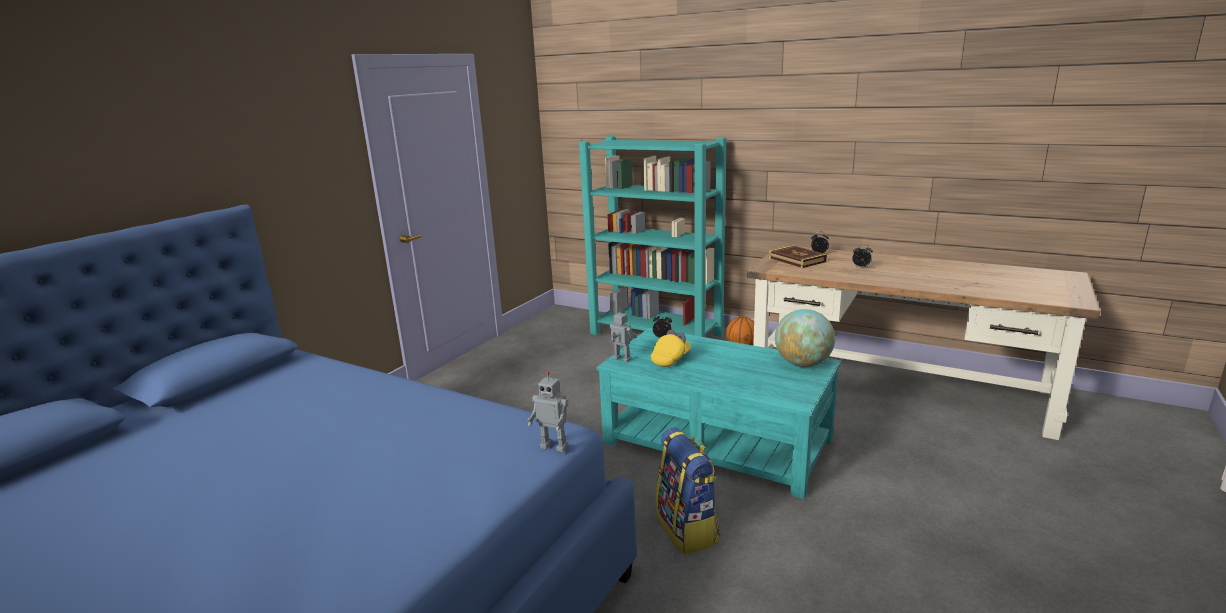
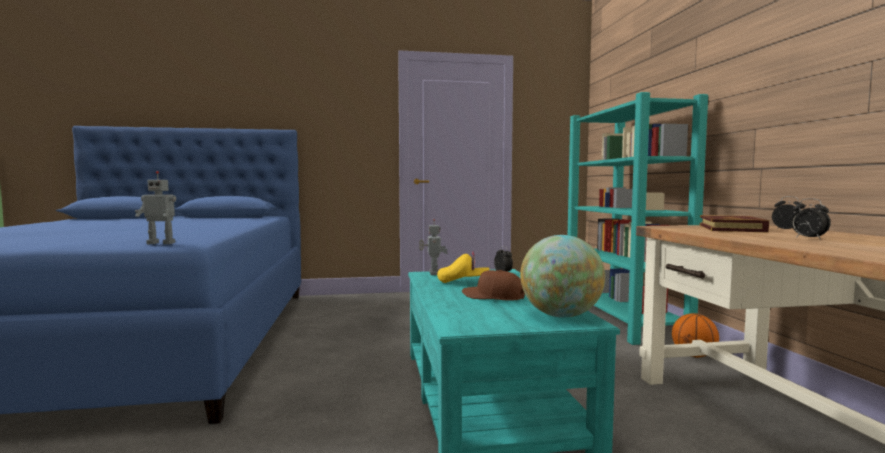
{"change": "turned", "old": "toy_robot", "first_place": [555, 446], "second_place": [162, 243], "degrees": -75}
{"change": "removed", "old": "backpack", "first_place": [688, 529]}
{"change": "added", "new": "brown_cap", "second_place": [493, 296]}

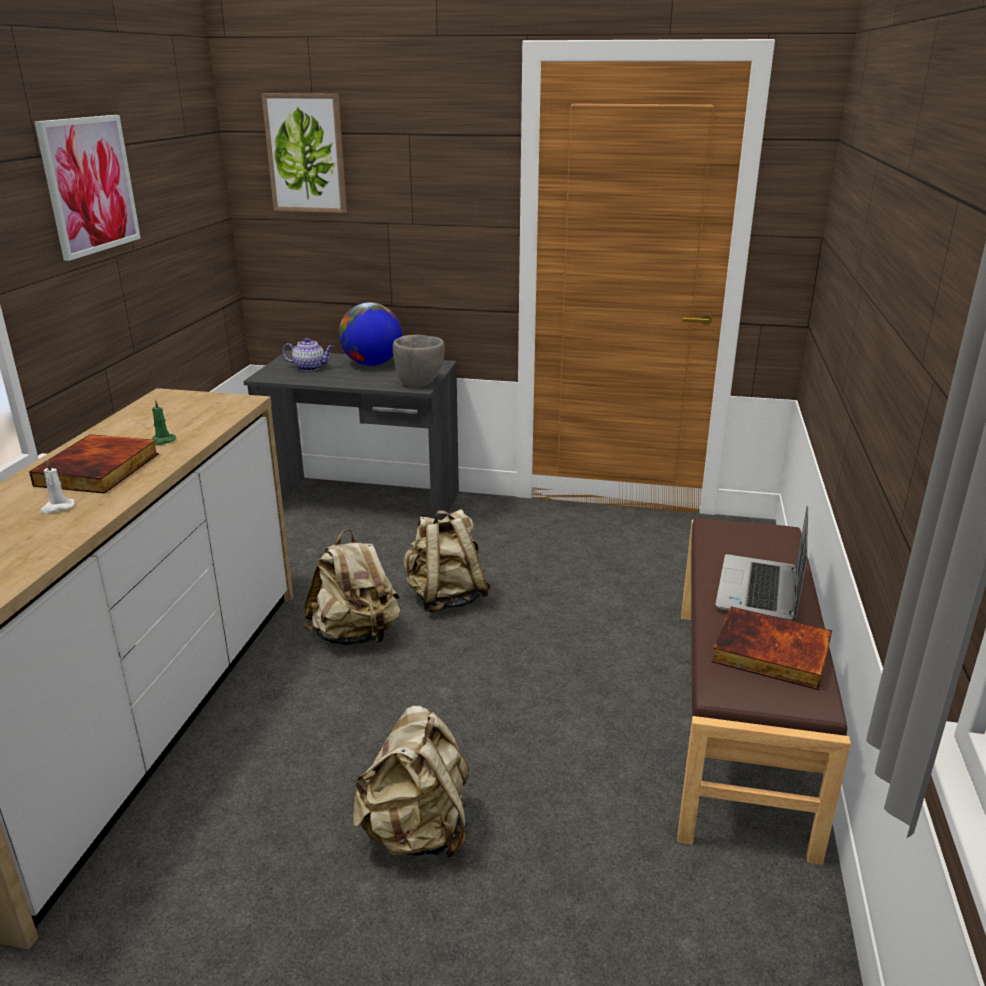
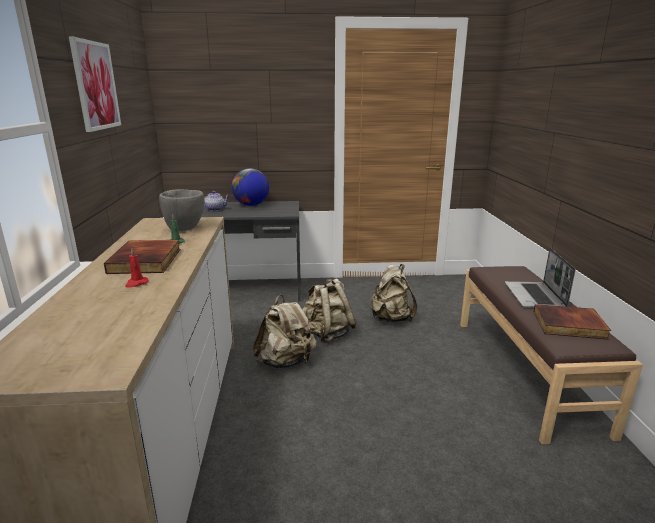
{"change": "removed", "old": "picture", "first_place": [306, 153]}
{"change": "moved", "old": "grey_bowl", "first_place": [419, 383], "second_place": [185, 228]}
{"change": "recoloured", "old": "white_candle", "new": "red_candle", "first_place": [57, 507], "second_place": [136, 283]}
{"change": "moved", "old": "beige_backpack", "first_place": [417, 833], "second_place": [391, 319]}

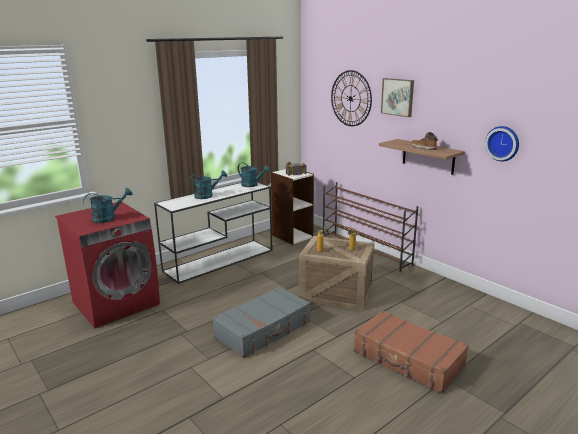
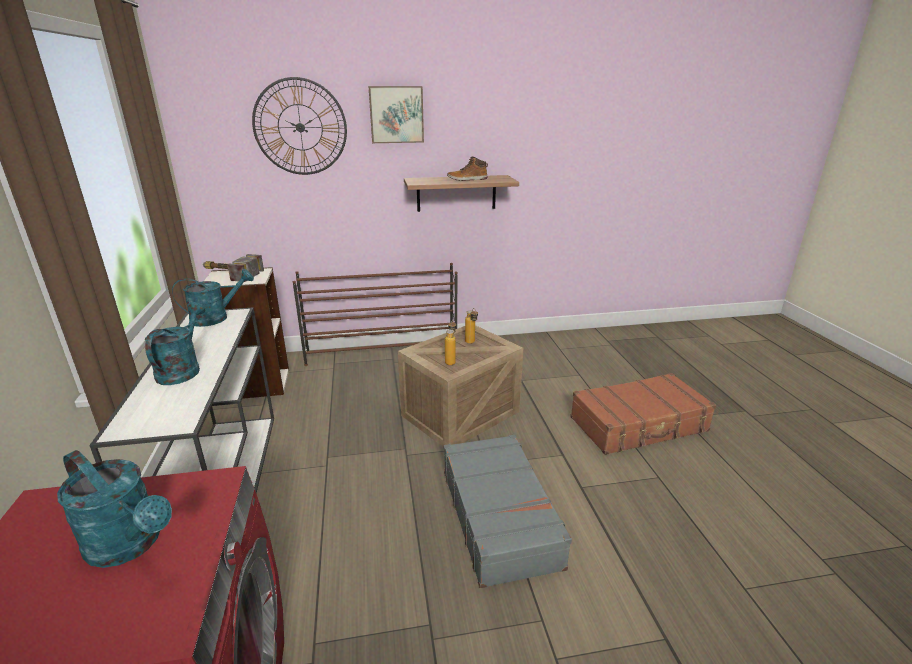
{"change": "removed", "old": "wall_clock", "first_place": [503, 143]}
{"change": "turned", "old": "turquoise_watering_can", "first_place": [108, 218], "second_place": [131, 545], "degrees": 120}

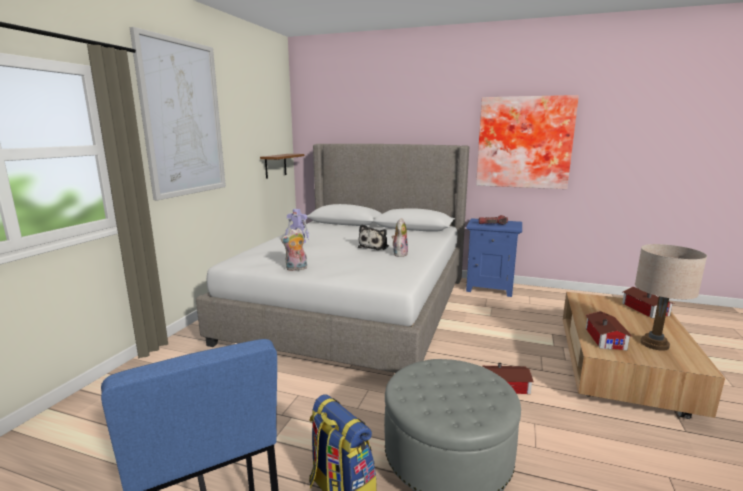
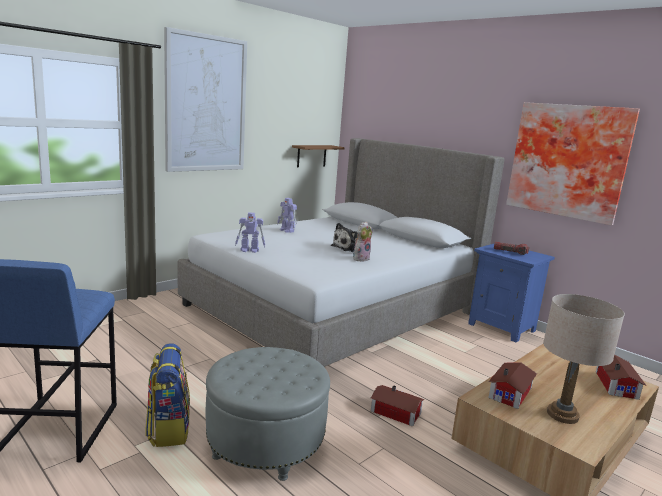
{"change": "replaced", "old": "plush_toy", "new": "toy_robot", "first_place": [296, 269], "second_place": [250, 250]}

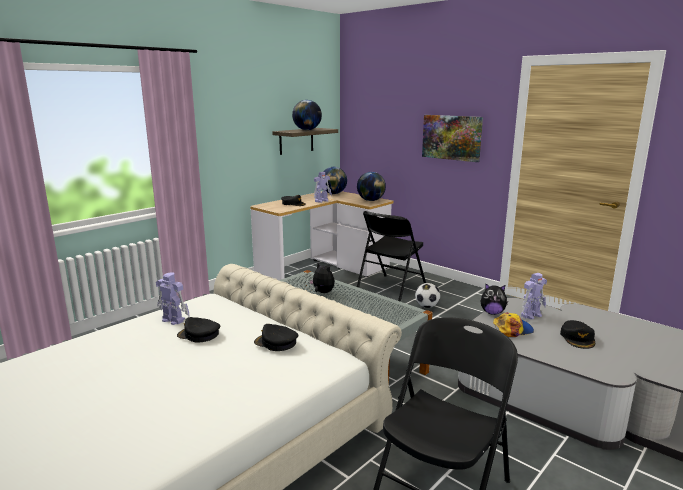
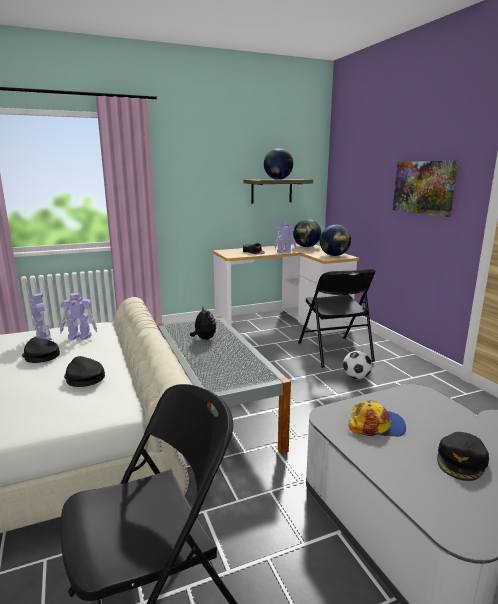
{"change": "turned", "old": "black_chair", "first_place": [391, 289], "second_place": [334, 352], "degrees": -75}
{"change": "moved", "old": "toy_robot", "first_place": [531, 315], "second_place": [80, 337]}
{"change": "removed", "old": "plush_toy", "first_place": [492, 313]}

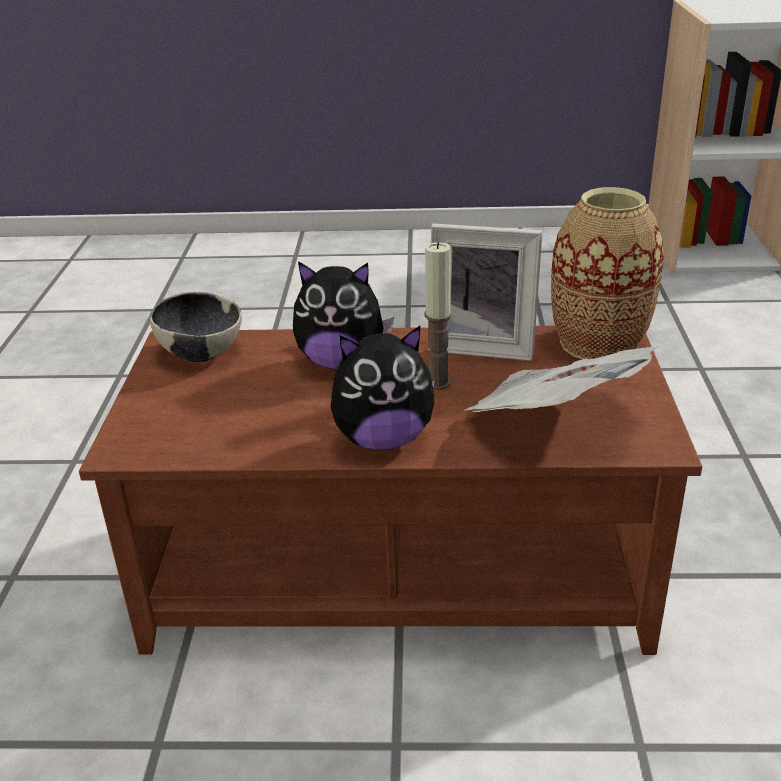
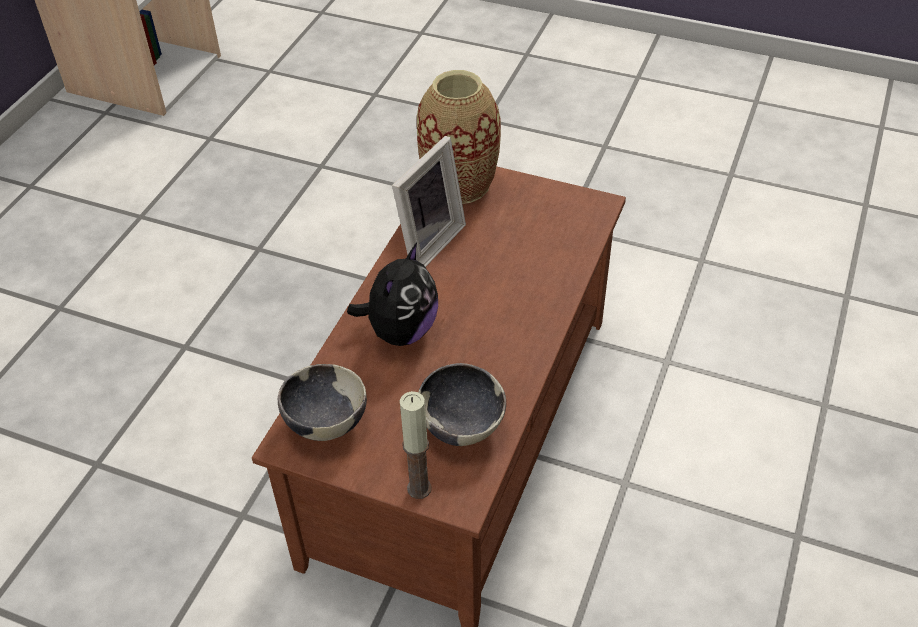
{"change": "moved", "old": "candle", "first_place": [438, 382], "second_place": [419, 488]}
{"change": "removed", "old": "plush_toy", "first_place": [383, 439]}
{"change": "removed", "old": "newspaper", "first_place": [554, 421]}
{"change": "added", "new": "bowl", "second_place": [462, 425]}

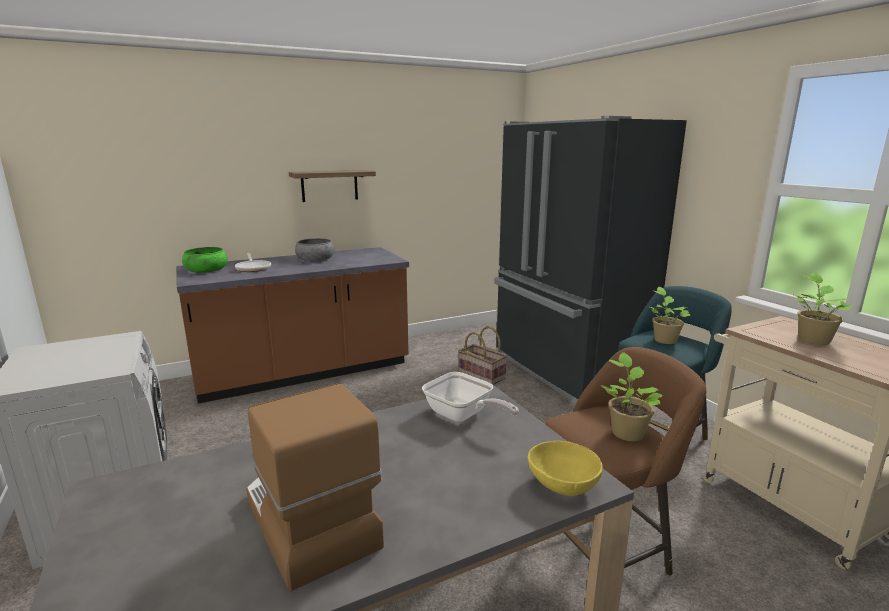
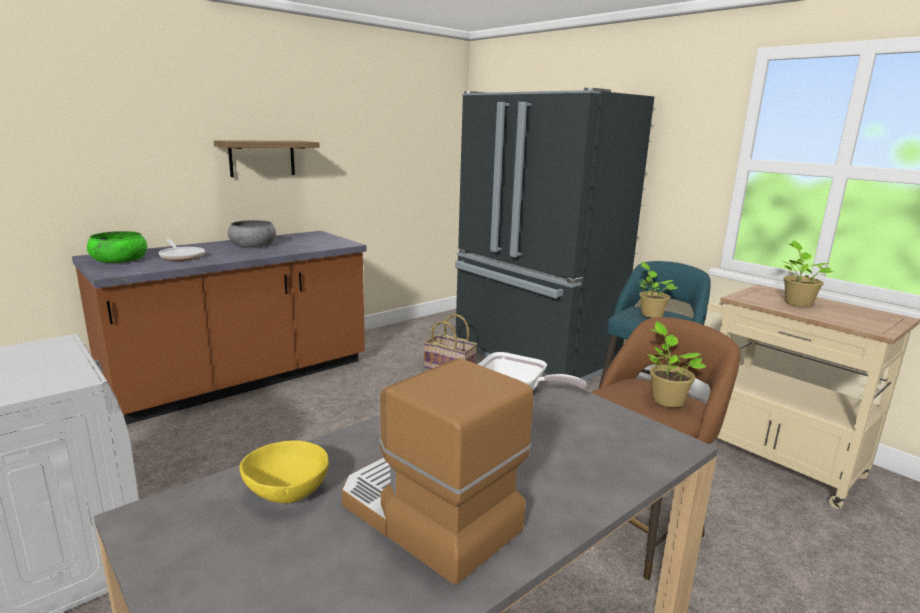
{"change": "moved", "old": "yellow_bowl", "first_place": [563, 486], "second_place": [288, 493]}

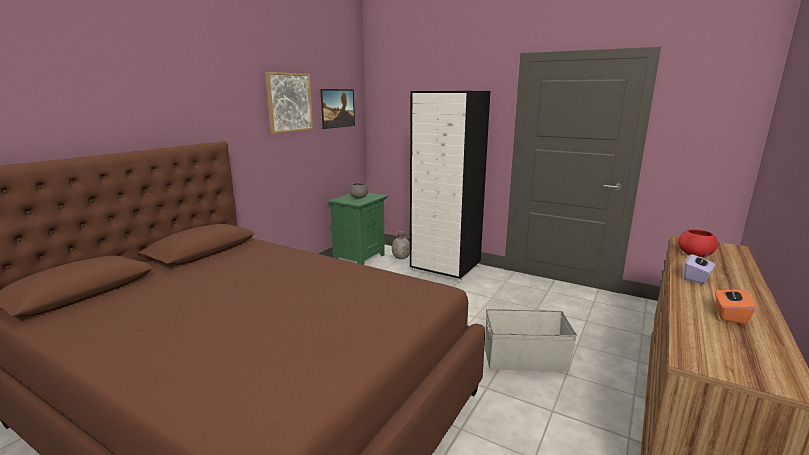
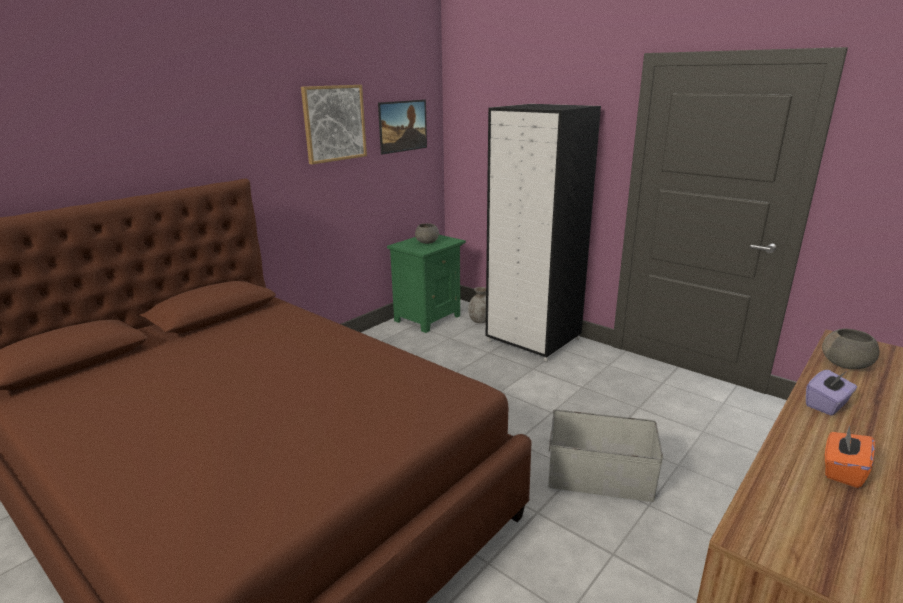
{"change": "recoloured", "old": "red_bowl", "new": "grey_bowl", "first_place": [695, 254], "second_place": [846, 365]}

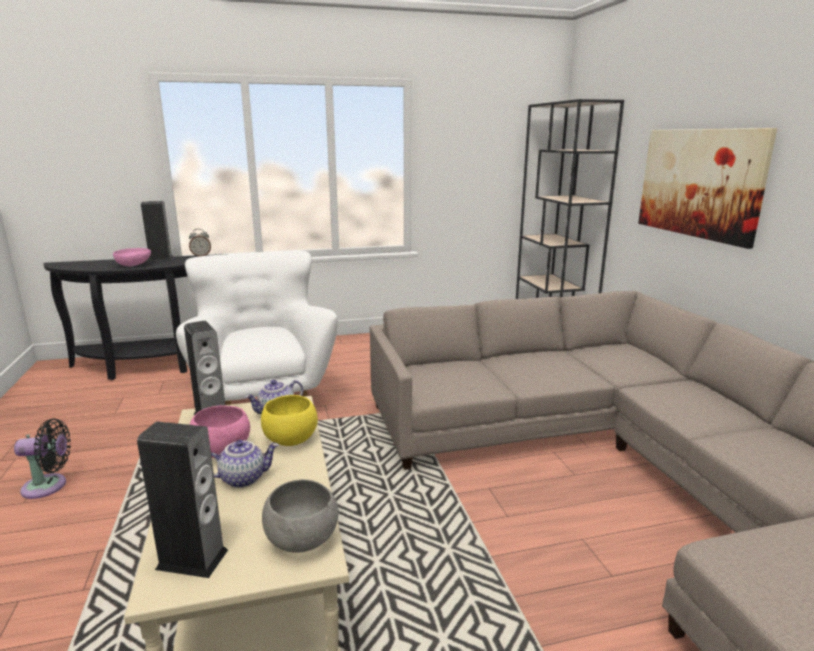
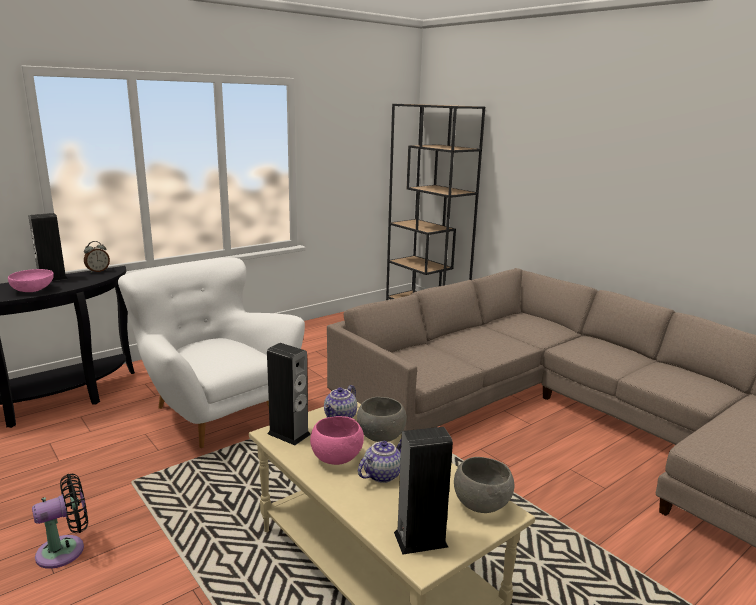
{"change": "removed", "old": "picture", "first_place": [699, 183]}
{"change": "recoloured", "old": "yellow_bowl", "new": "grey_bowl", "first_place": [290, 440], "second_place": [381, 437]}

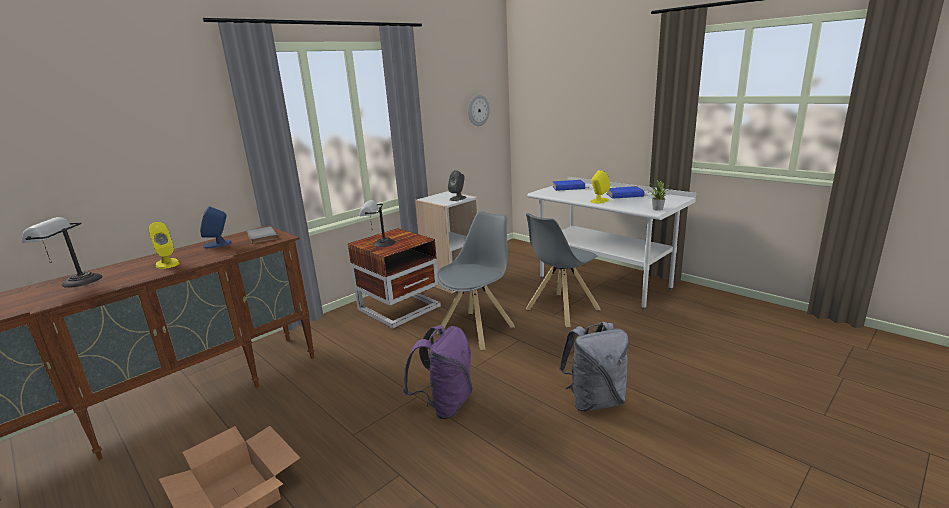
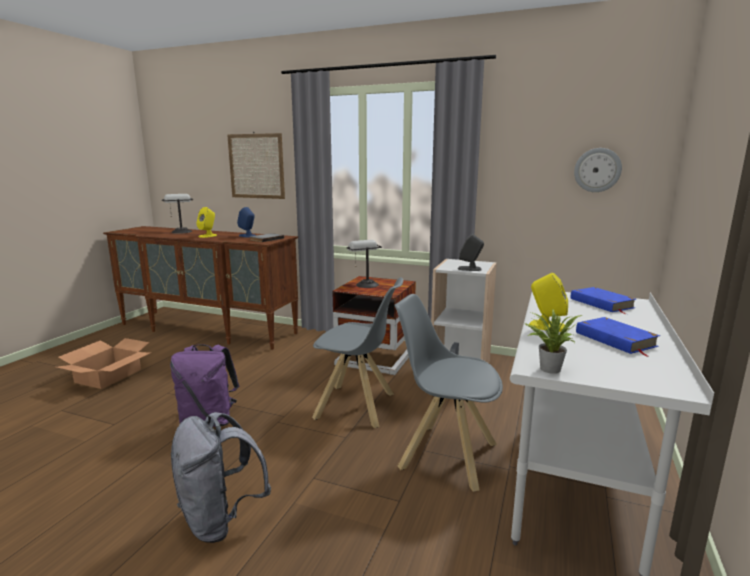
{"change": "added", "new": "picture", "second_place": [256, 165]}

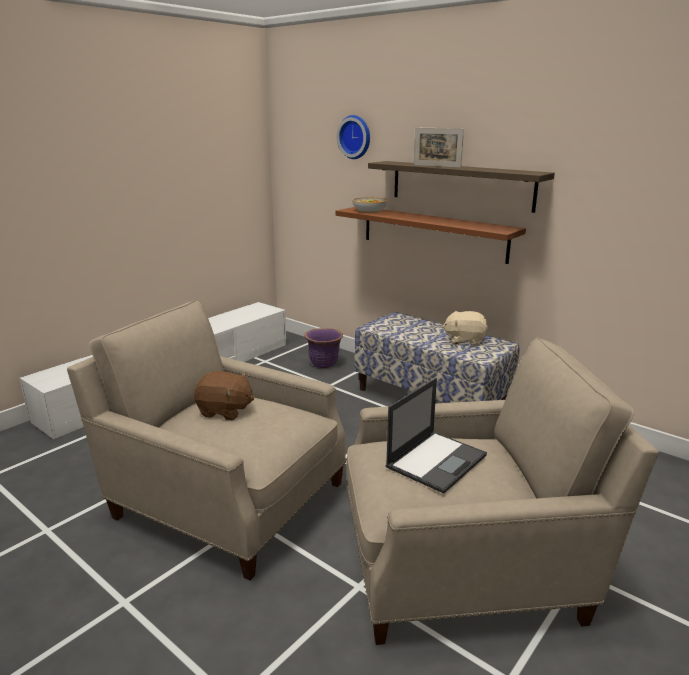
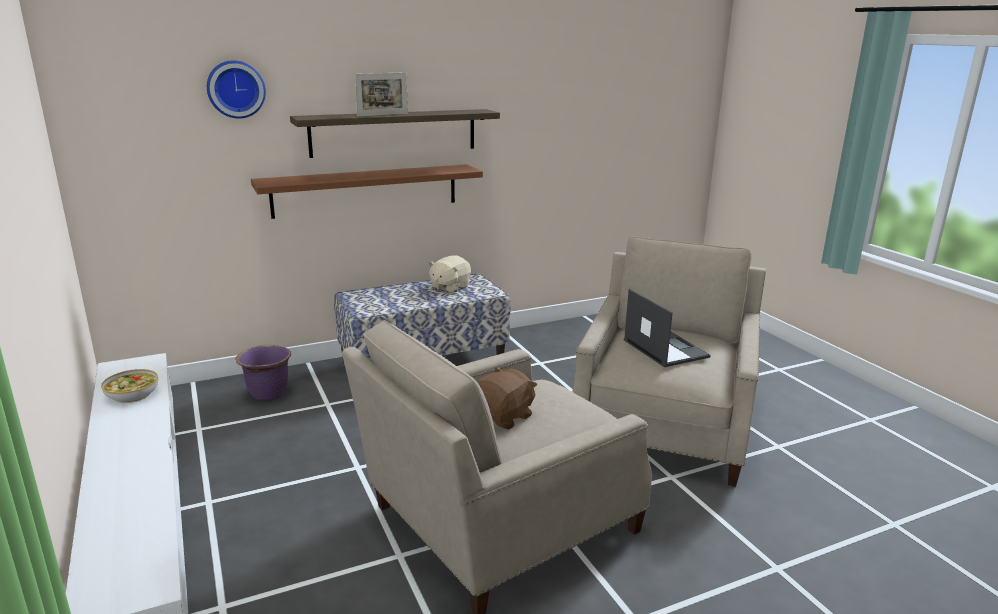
{"change": "moved", "old": "bowl", "first_place": [370, 211], "second_place": [133, 394]}

